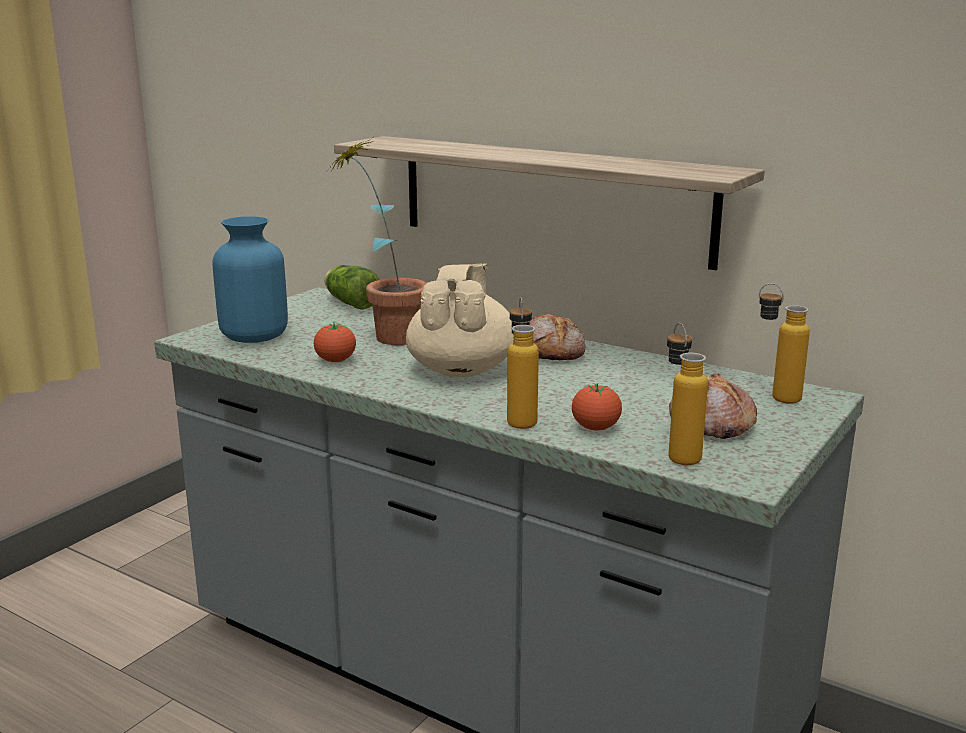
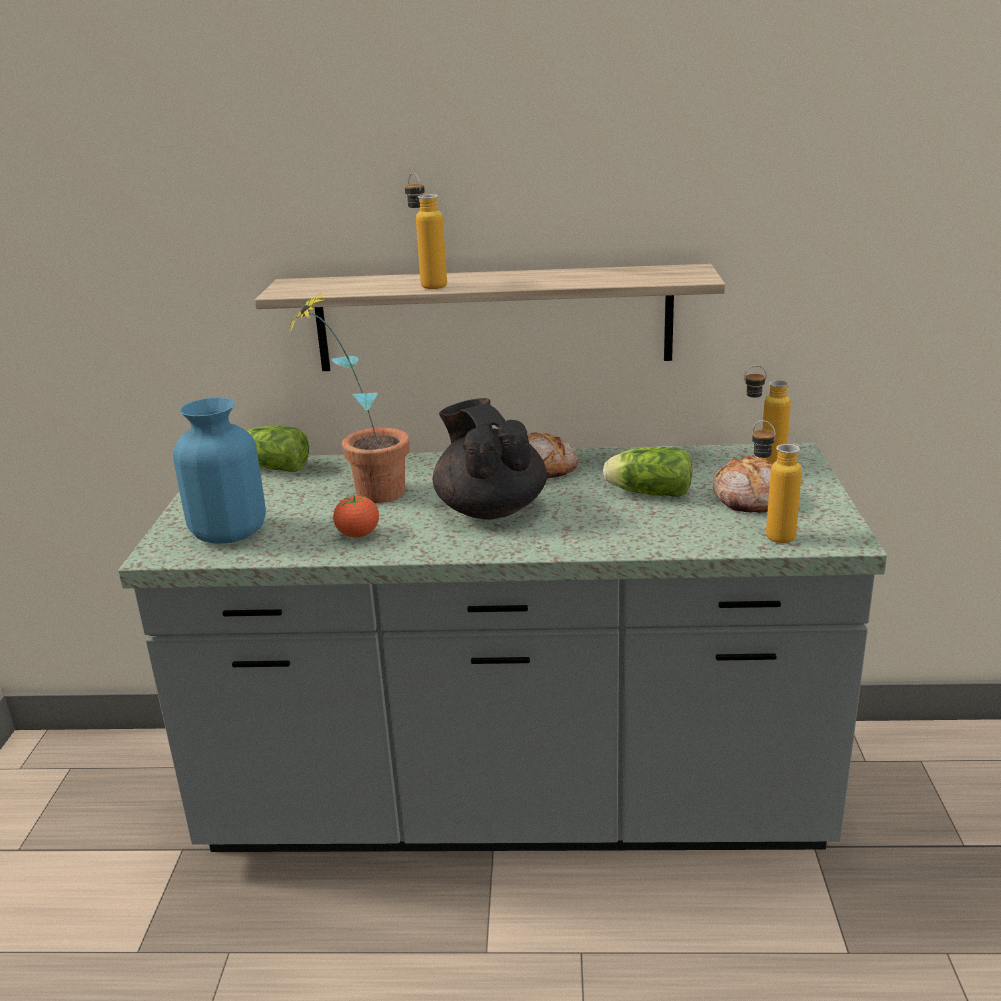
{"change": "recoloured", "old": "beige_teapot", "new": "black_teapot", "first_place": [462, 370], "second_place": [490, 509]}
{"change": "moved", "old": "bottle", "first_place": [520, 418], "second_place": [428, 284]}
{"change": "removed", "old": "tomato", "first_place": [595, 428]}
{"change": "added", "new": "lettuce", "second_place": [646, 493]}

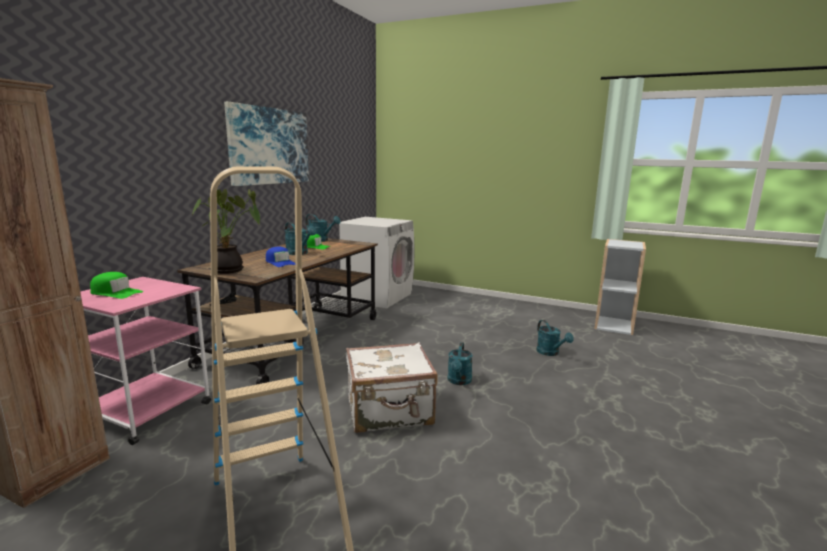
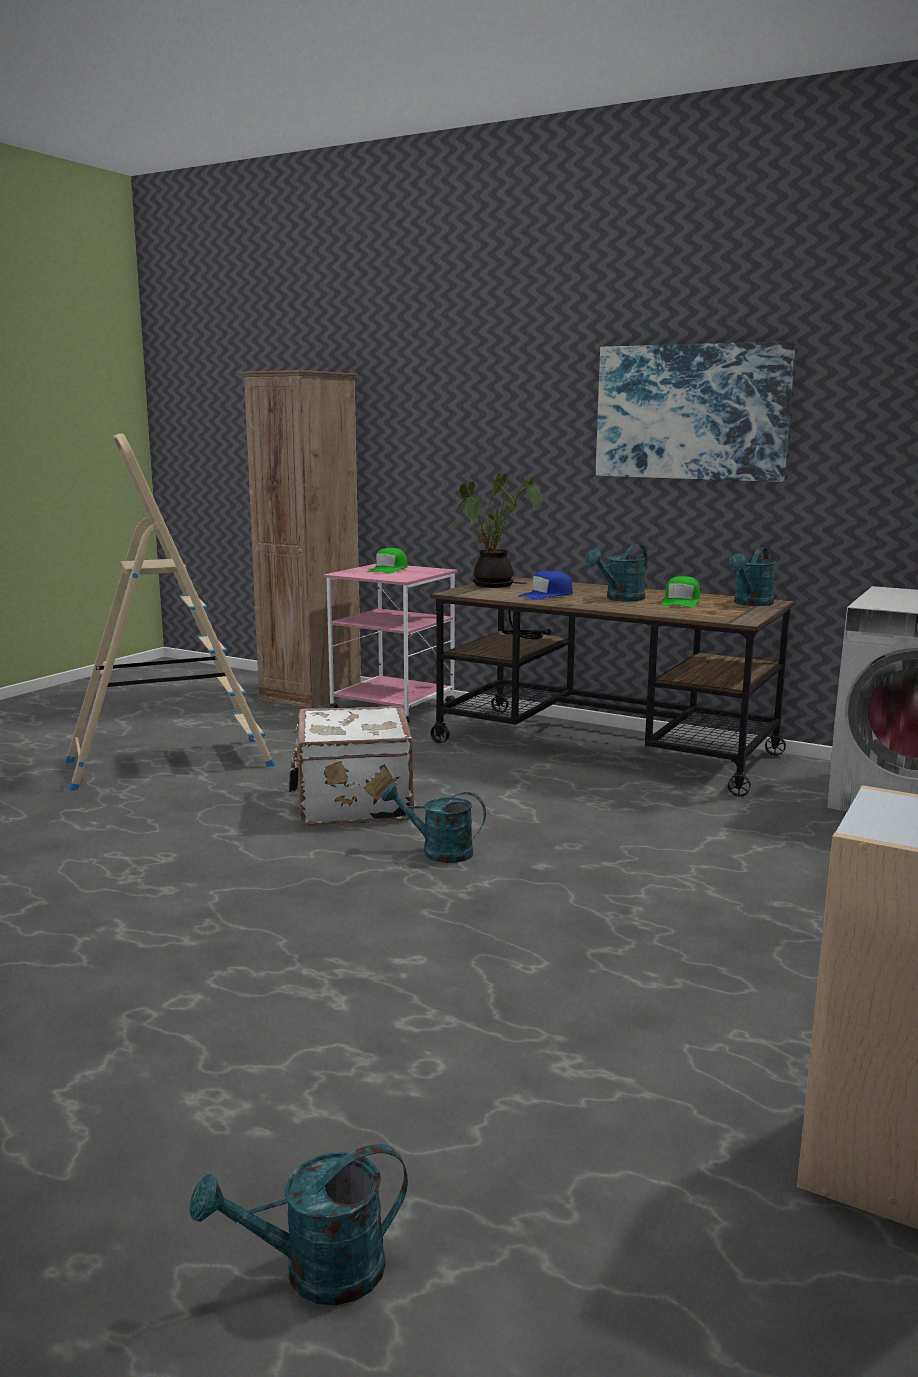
{"change": "moved", "old": "turquoise_watering_can", "first_place": [550, 353], "second_place": [316, 1273]}

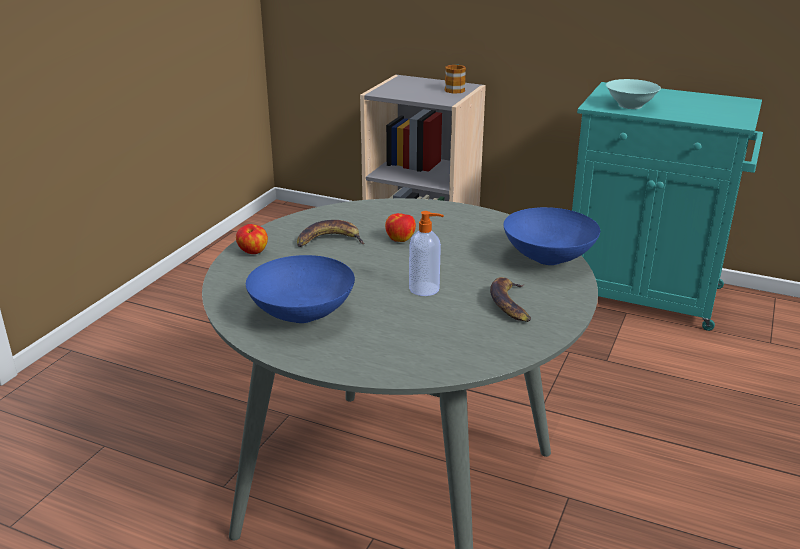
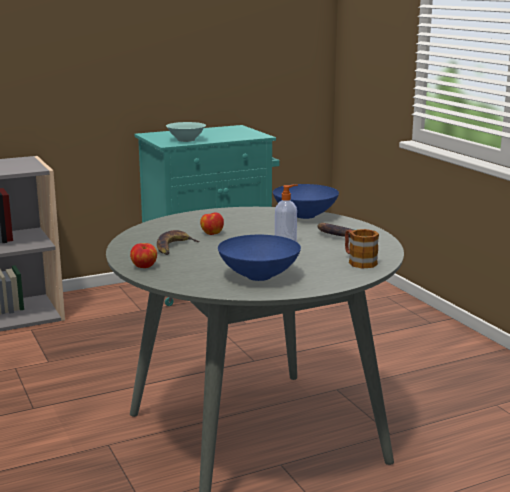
{"change": "moved", "old": "mug", "first_place": [455, 89], "second_place": [358, 261]}

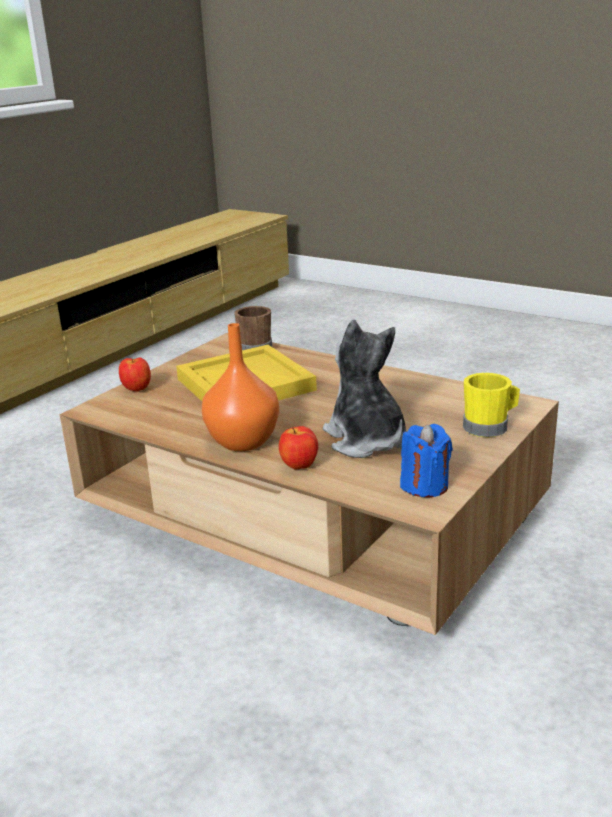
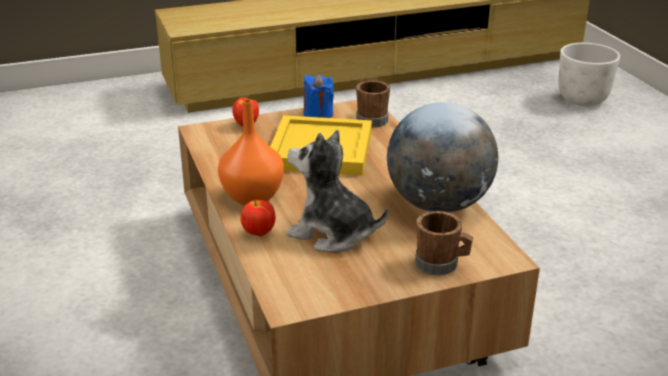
{"change": "turned", "old": "plush_toy", "first_place": [366, 441], "second_place": [332, 234], "degrees": -75}
{"change": "recoloured", "old": "yellow_mug", "new": "brown_mug", "first_place": [490, 427], "second_place": [441, 264]}
{"change": "moved", "old": "blue_candle", "first_place": [424, 485], "second_place": [318, 114]}
{"change": "added", "new": "white_planter", "second_place": [582, 100]}
{"change": "added", "new": "globe", "second_place": [438, 205]}

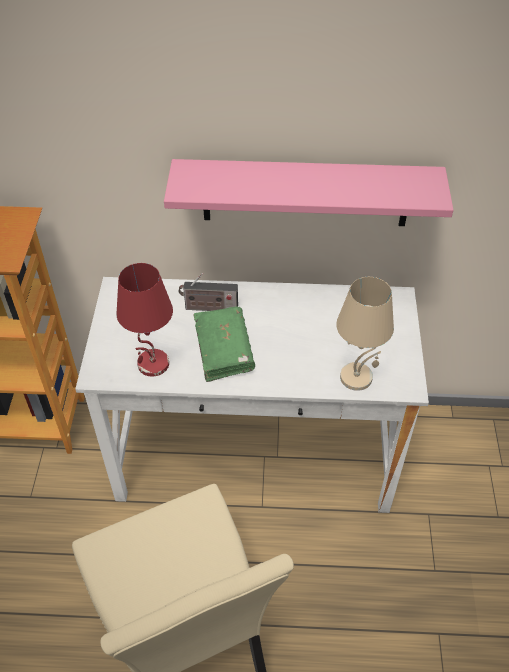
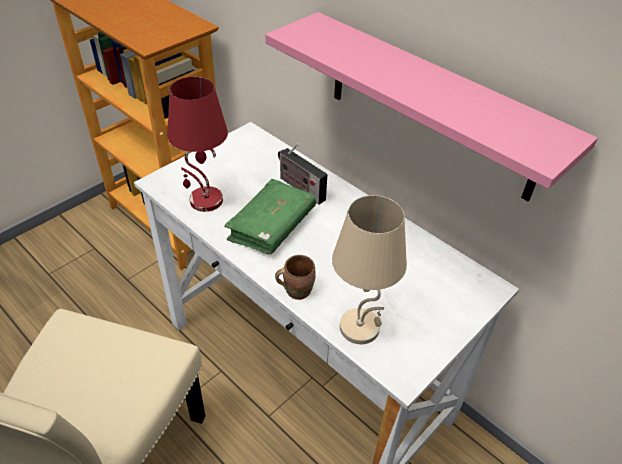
{"change": "added", "new": "brown_mug", "second_place": [296, 289]}

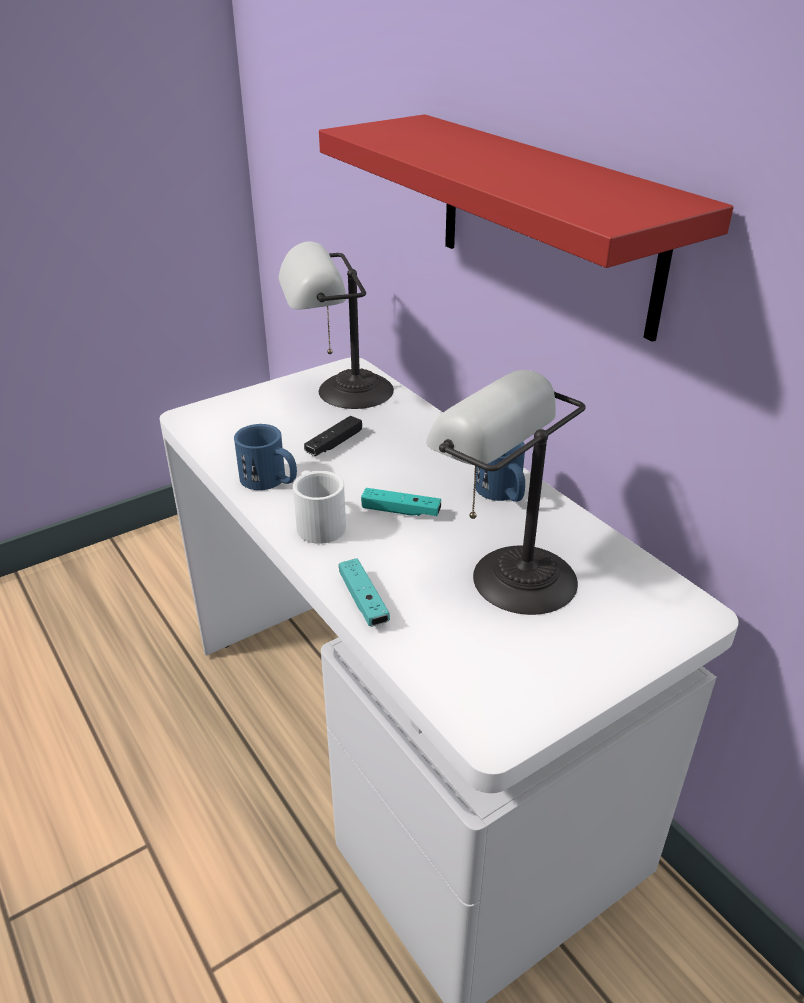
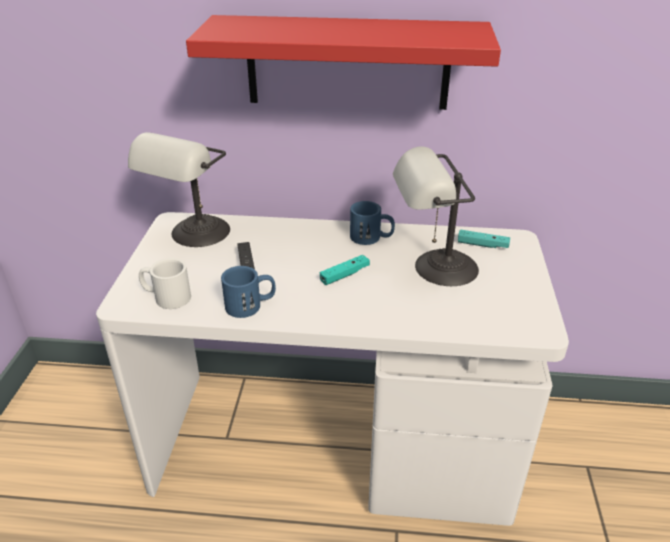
{"change": "moved", "old": "white_mug", "first_place": [317, 522], "second_place": [166, 297]}
{"change": "moved", "old": "turquoise_game_controller", "first_place": [363, 601], "second_place": [482, 245]}

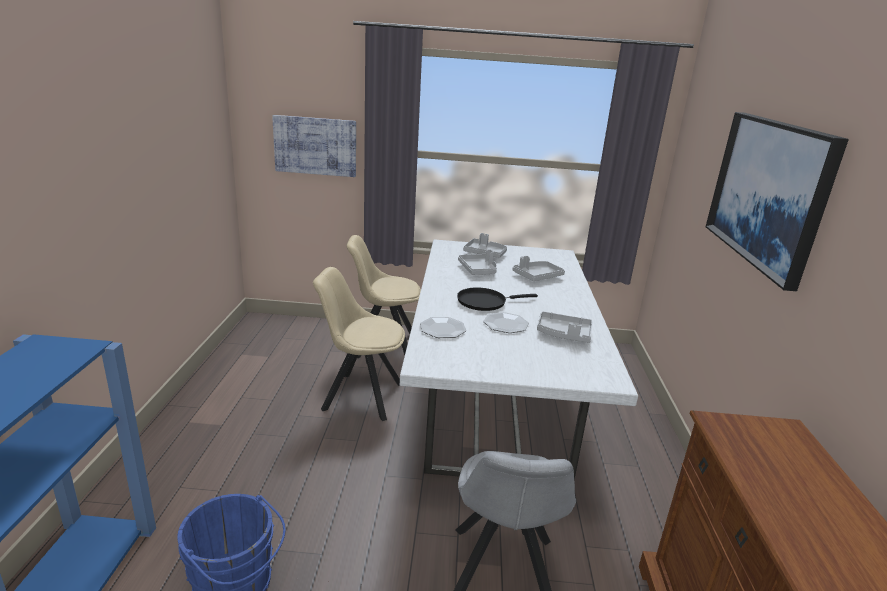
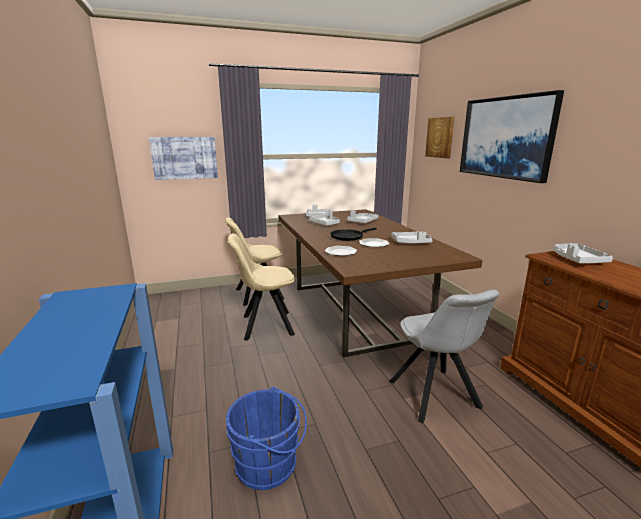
{"change": "recoloured", "old": "white_dining_table", "new": "brown_dining_table", "first_place": [495, 405], "second_place": [355, 310]}
{"change": "added", "new": "picture", "second_place": [440, 137]}
{"change": "added", "new": "grey_tray", "second_place": [577, 260]}

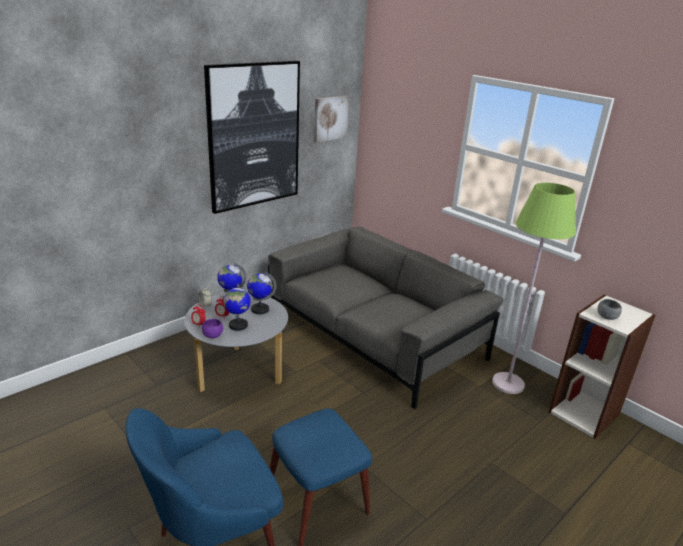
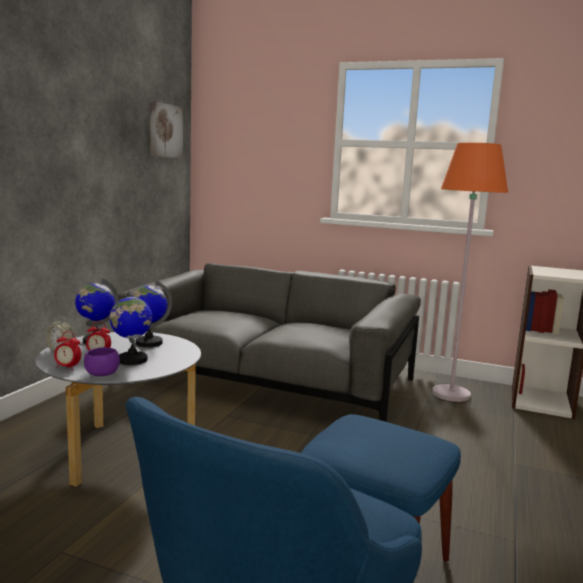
{"change": "removed", "old": "picture", "first_place": [254, 136]}
{"change": "recoloured", "old": "green_floor_lamp", "new": "orange_floor_lamp", "first_place": [508, 383], "second_place": [451, 394]}
{"change": "removed", "old": "grey_bowl", "first_place": [606, 317]}

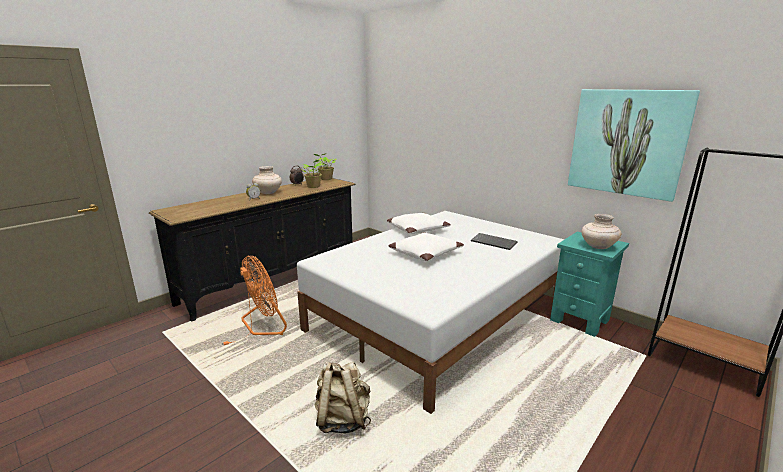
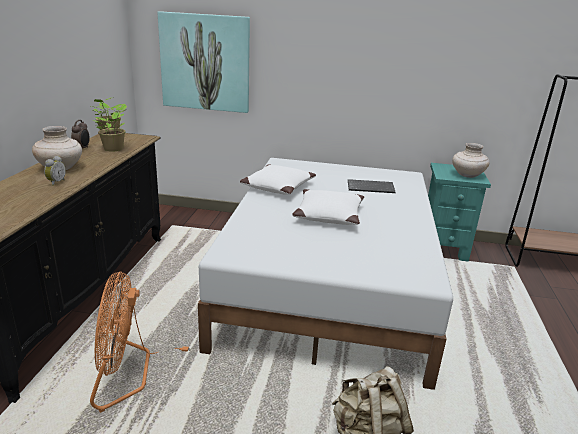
{"change": "moved", "old": "picture", "first_place": [627, 142], "second_place": [205, 62]}
{"change": "turned", "old": "orange_fan", "first_place": [257, 325], "second_place": [132, 368], "degrees": -120}

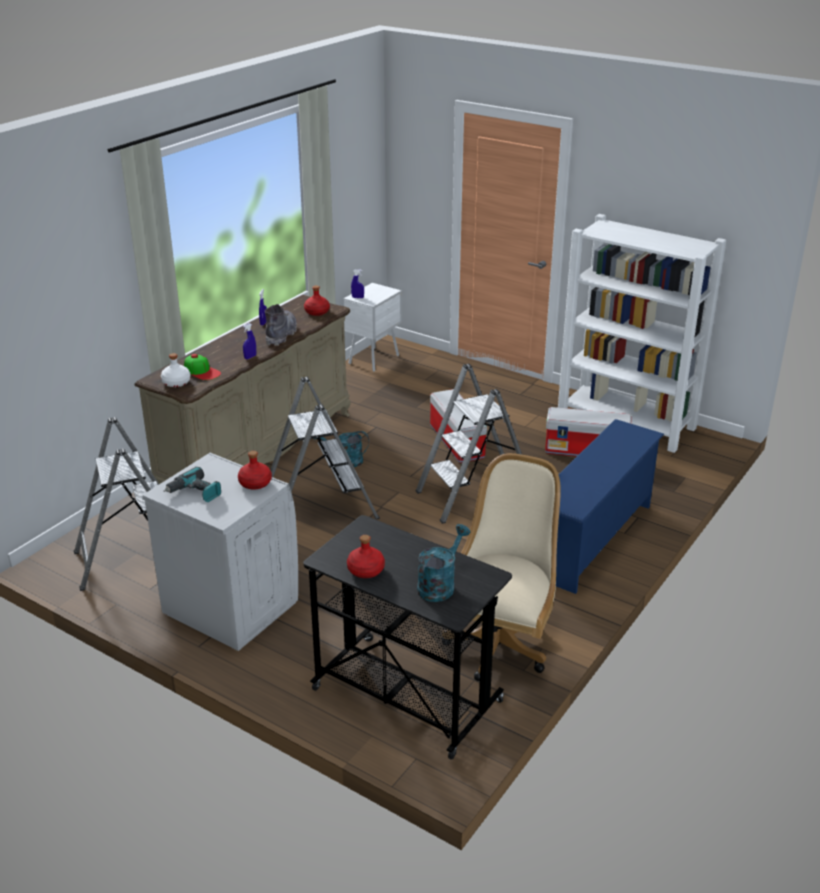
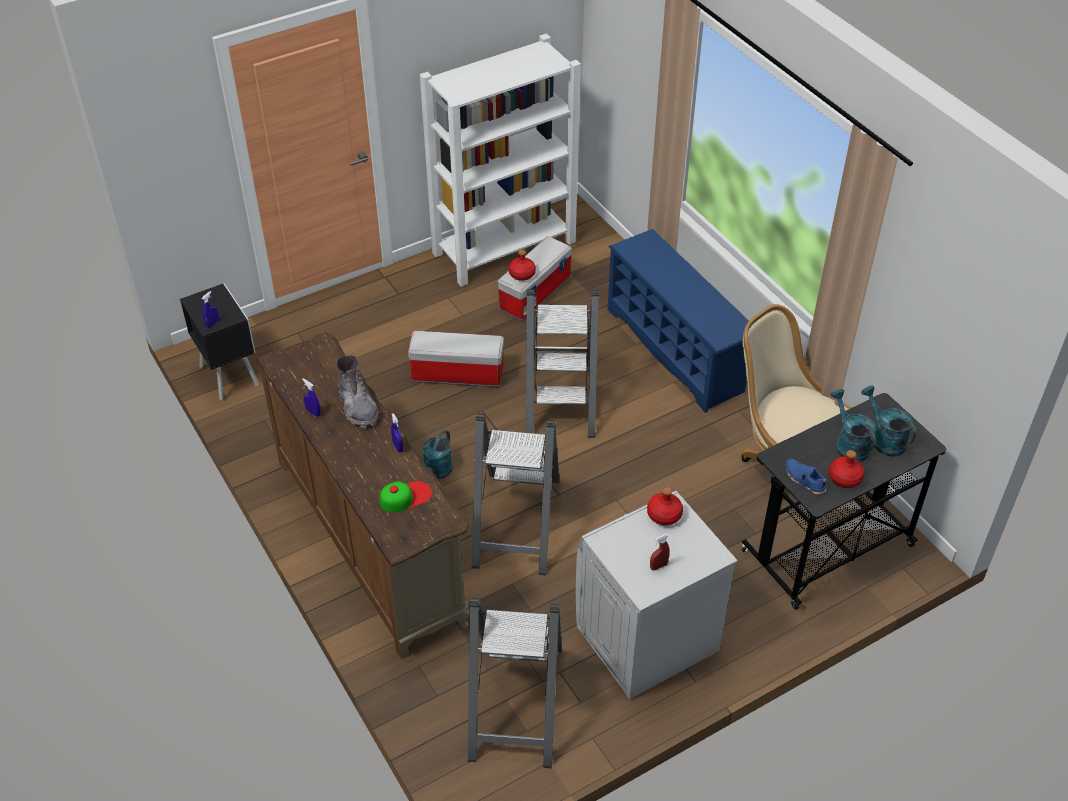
{"change": "recoloured", "old": "white_nightstand", "new": "black_nightstand", "first_place": [375, 359], "second_place": [229, 375]}
{"change": "moved", "old": "red_bottle", "first_place": [317, 312], "second_place": [522, 274]}
{"change": "turned", "old": "grey_boot", "first_place": [281, 335], "second_place": [357, 406], "degrees": -150}
{"change": "removed", "old": "white_bottle", "first_place": [176, 383]}
{"change": "replaced", "old": "power_drill", "new": "red_spray_bottle", "first_place": [195, 493], "second_place": [658, 566]}
{"change": "added", "new": "turquoise_watering_can", "second_place": [848, 444]}
{"change": "added", "new": "blue_shoe", "second_place": [804, 480]}

